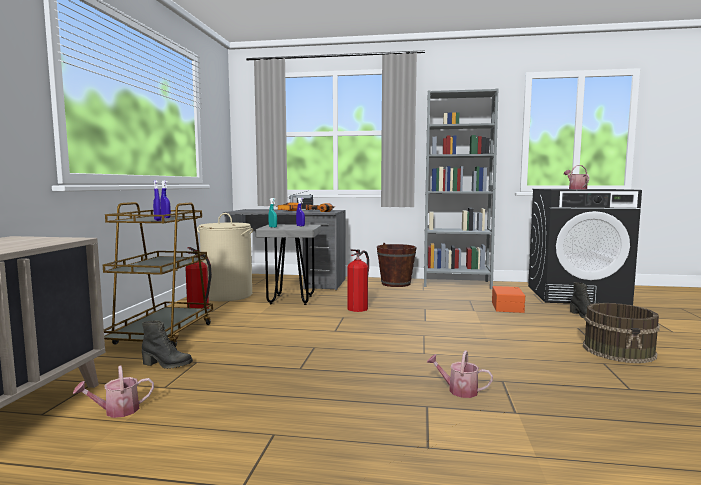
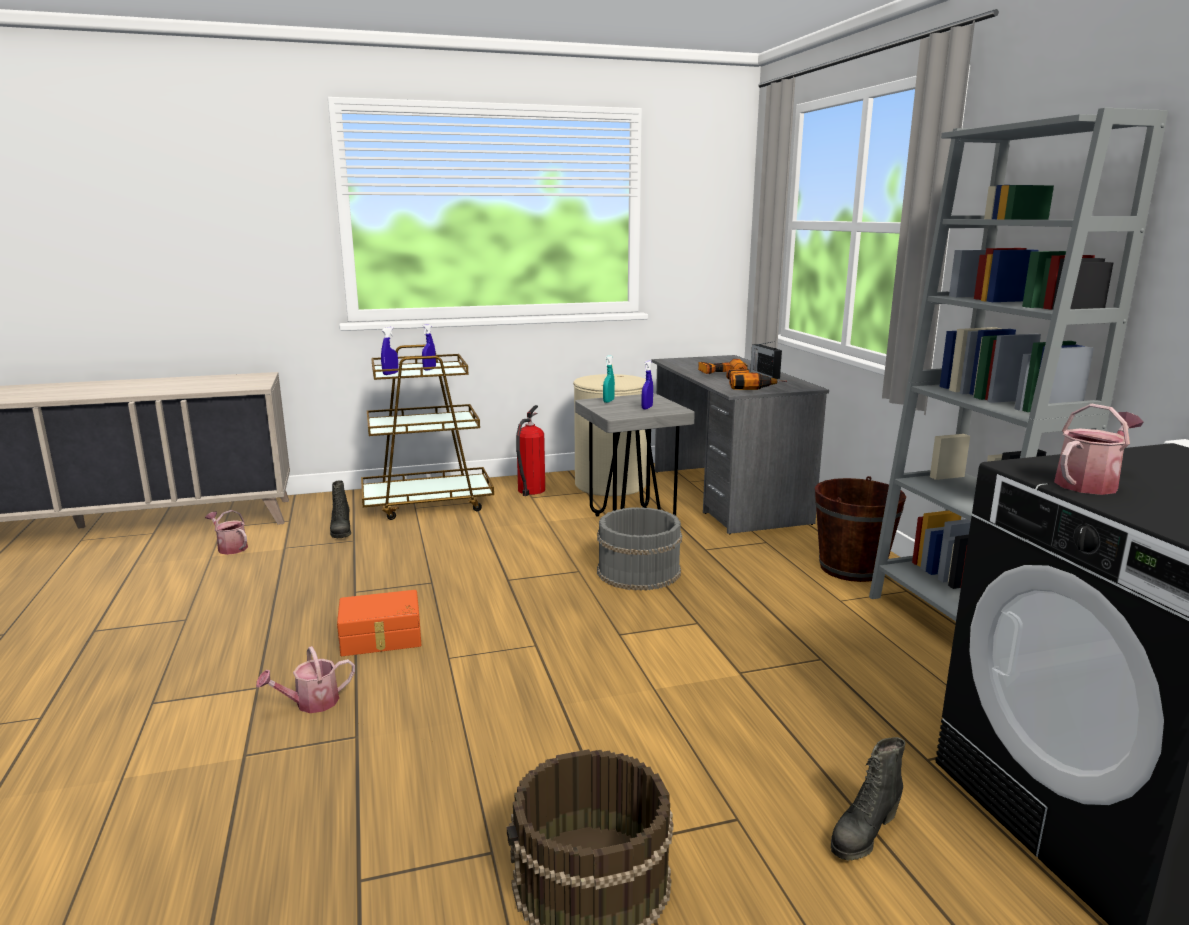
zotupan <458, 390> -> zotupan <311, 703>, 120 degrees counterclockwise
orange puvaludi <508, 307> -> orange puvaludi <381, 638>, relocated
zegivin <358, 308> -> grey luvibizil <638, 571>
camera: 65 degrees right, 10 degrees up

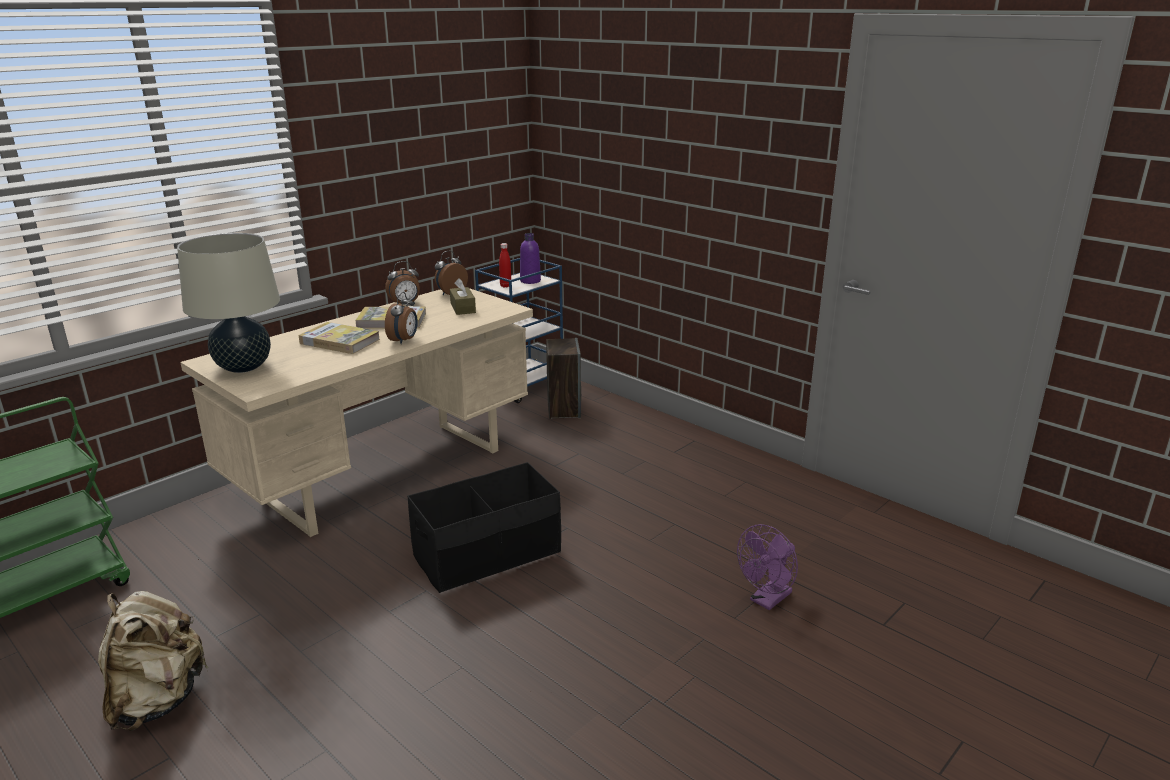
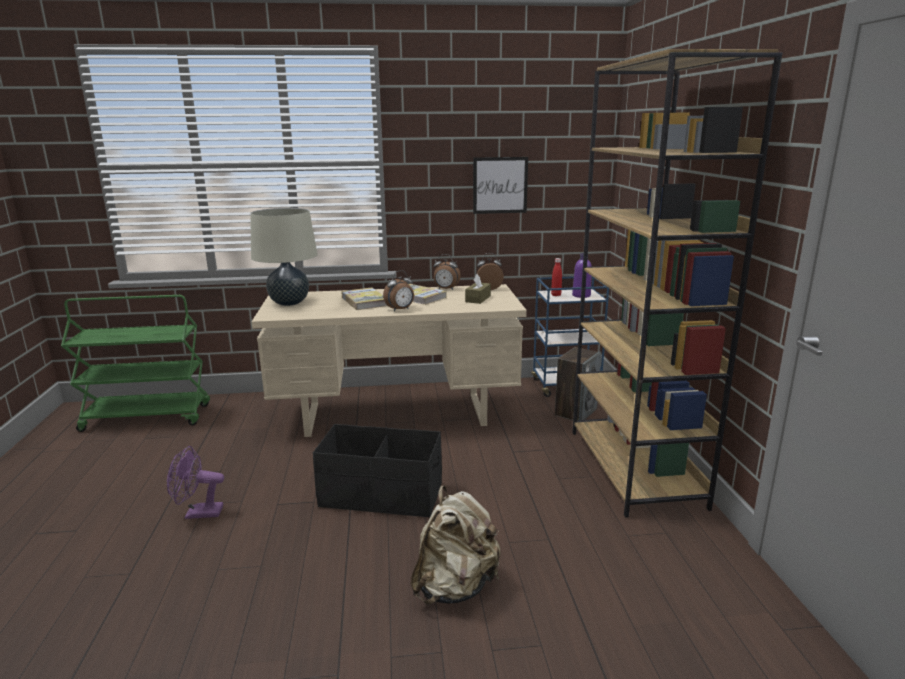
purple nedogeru <767, 600> -> purple nedogeru <198, 513>, relocated
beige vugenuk <158, 700> -> beige vugenuk <455, 587>, relocated
none -> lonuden <500, 185>
none -> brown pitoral <635, 468>
camera: 40 degrees right, 5 degrees down

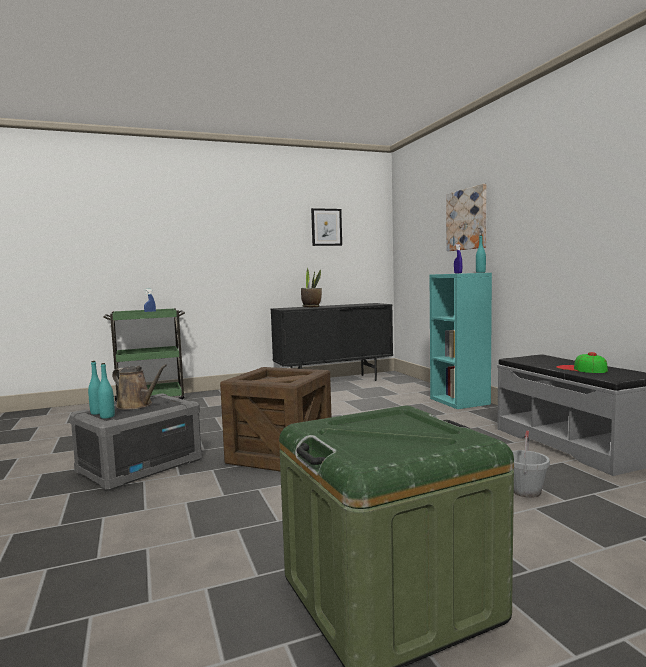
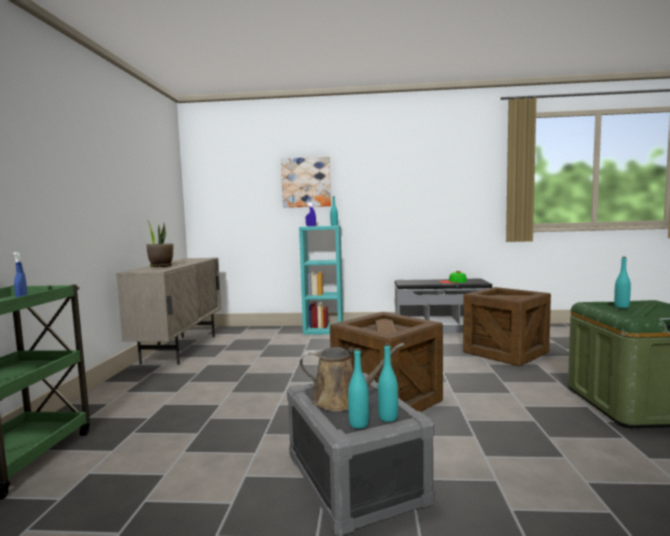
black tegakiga <334, 382> -> beige tegakiga <181, 349>
brown zotupan <137, 405> -> brown zotupan <342, 401>, 45 degrees clockwise
grey luvibizil <526, 491> -> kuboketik <505, 352>
none -> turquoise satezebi <621, 306>
lonuden <326, 227> -> none
camera: 65 degrees left, 0 degrees up

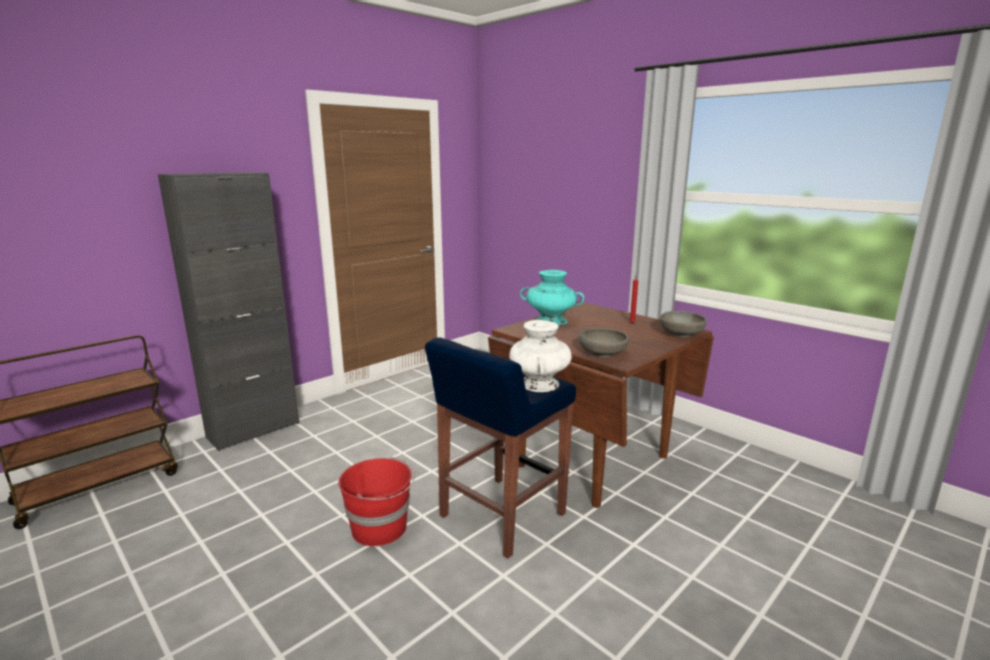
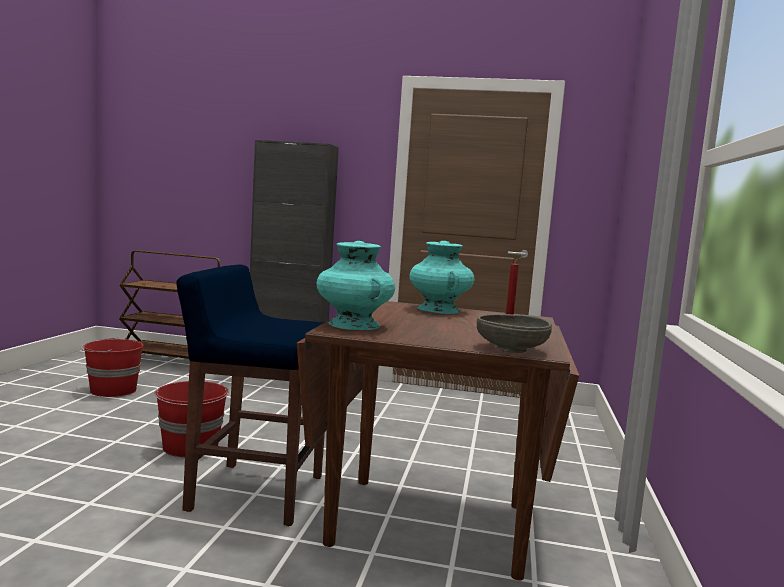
none -> red luvibizil <112, 390>
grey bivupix <602, 354> -> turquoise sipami <354, 325>
white sipami <539, 383> -> none
camera: 55 degrees right, 10 degrees down

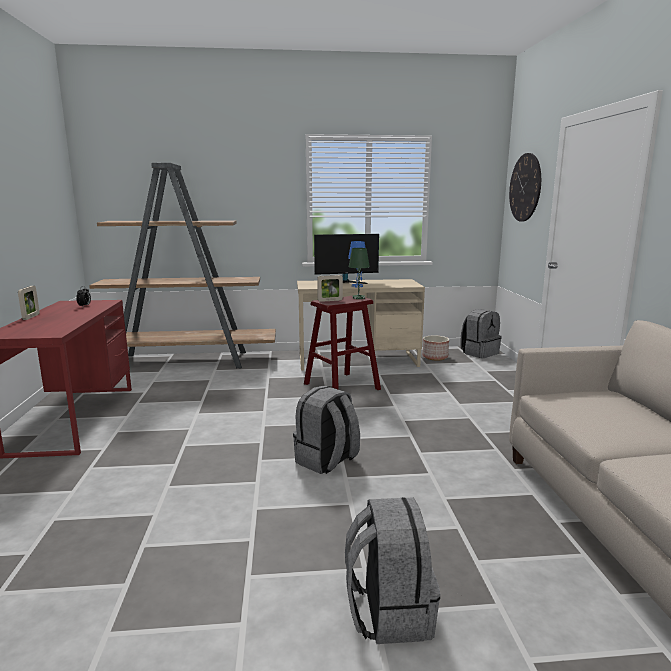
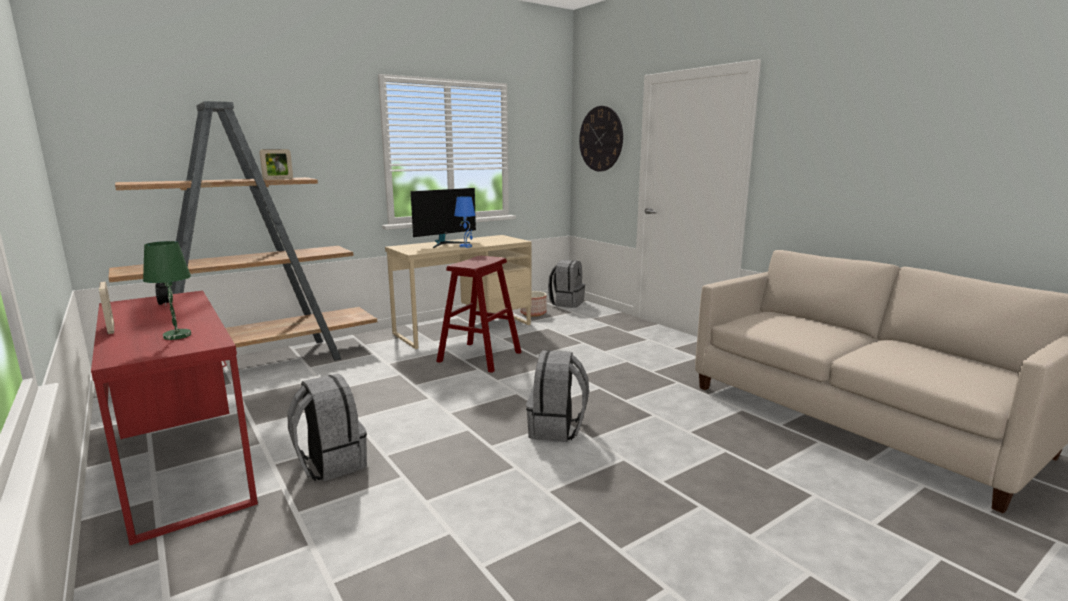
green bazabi <358, 298> -> green bazabi <178, 336>, relocated
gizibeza <330, 300> -> gizibeza <278, 179>, relocated
grey vugenuk <388, 611> -> grey vugenuk <330, 463>, relocated
camera: 30 degrees left, 0 degrees up

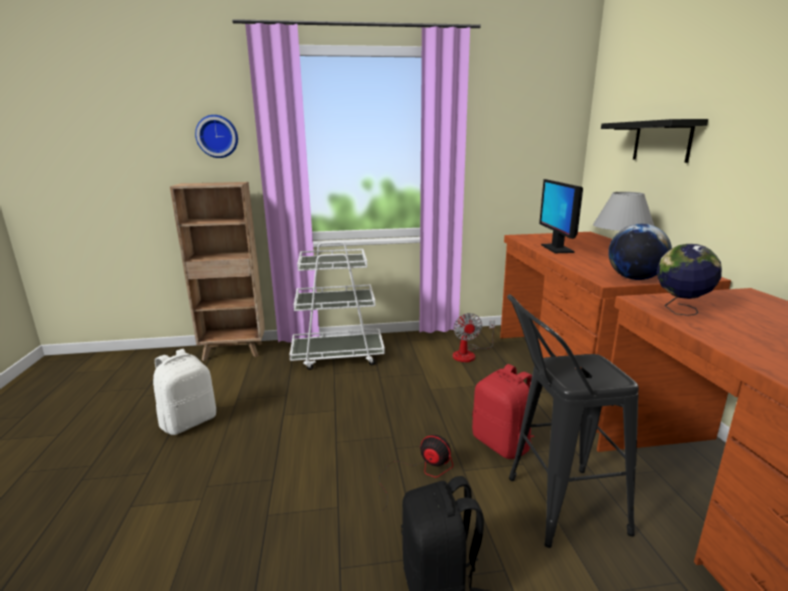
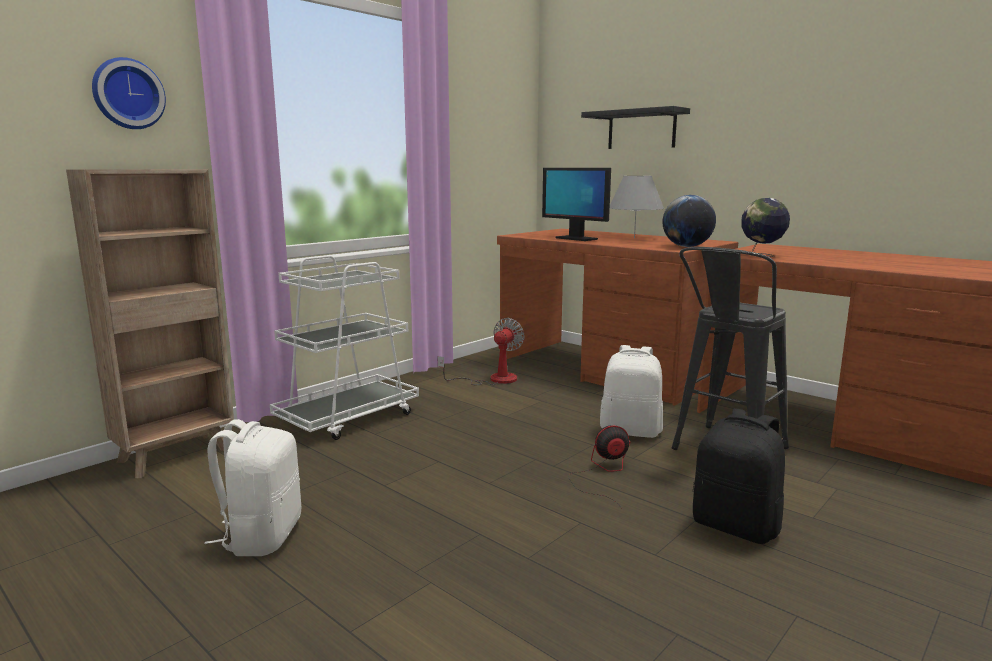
nedogeru <469, 354> -> nedogeru <493, 379>, 105 degrees counterclockwise
red vugenuk <502, 443> -> white vugenuk <631, 431>
camera: 40 degrees left, 5 degrees down

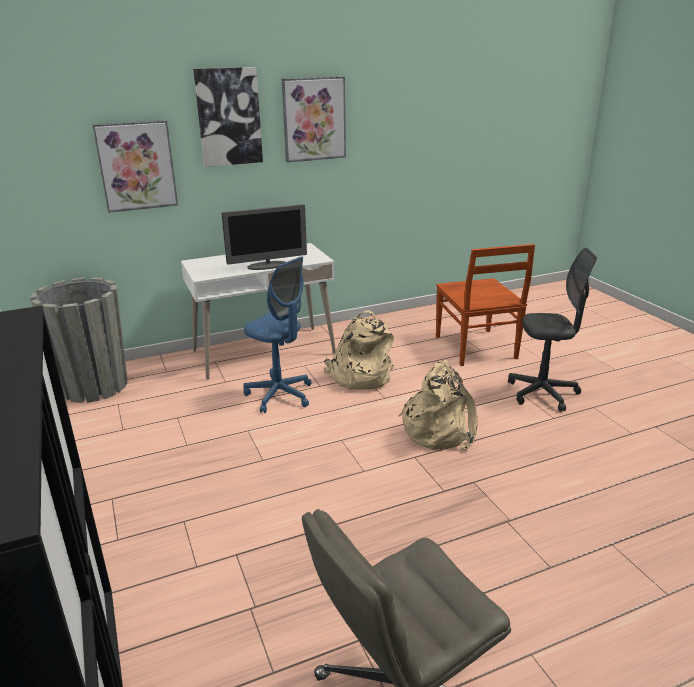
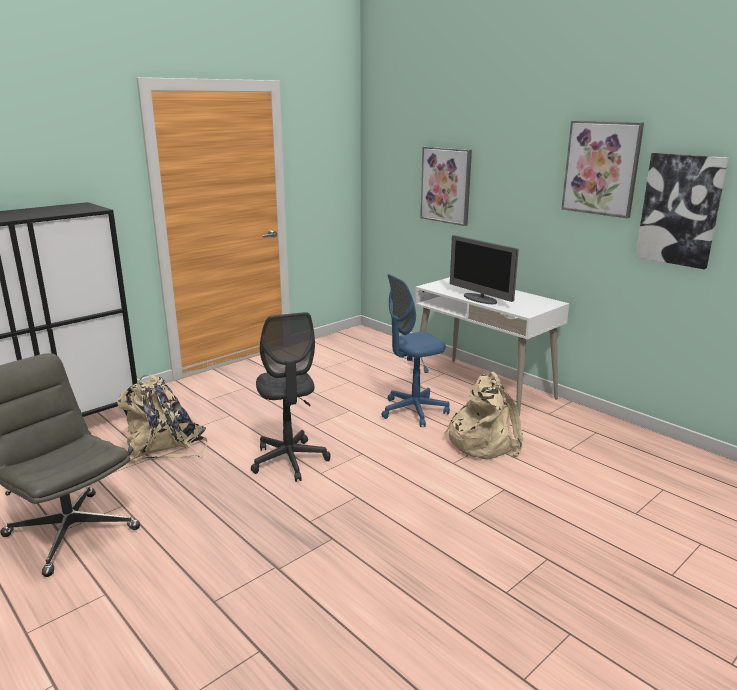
beige vugenuk <439, 430> -> beige vugenuk <165, 446>, relocated
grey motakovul <542, 393> -> grey motakovul <289, 460>, relocated
blue motakovul <280, 395> -> blue motakovul <413, 411>, 45 degrees clockwise
lonuden <228, 117> -> lonuden <680, 210>, relocated
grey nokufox <95, 386> -> none
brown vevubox <476, 348> -> none
camera: 70 degrees right, 5 degrees down

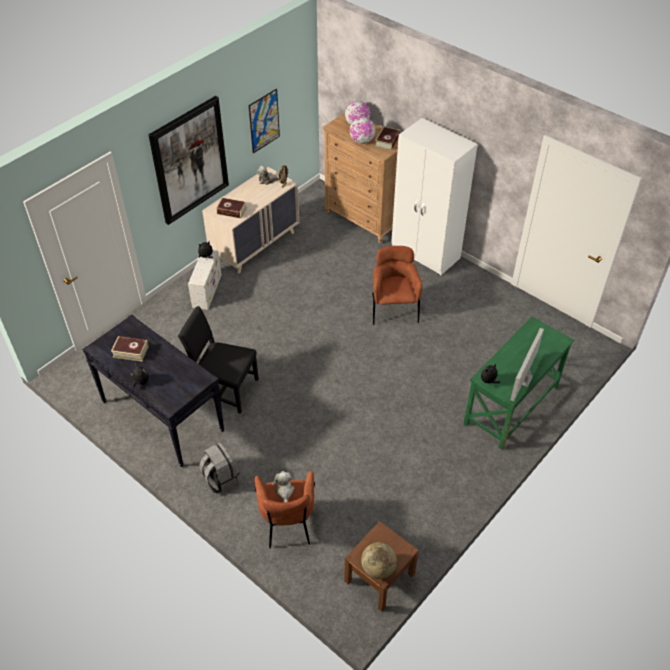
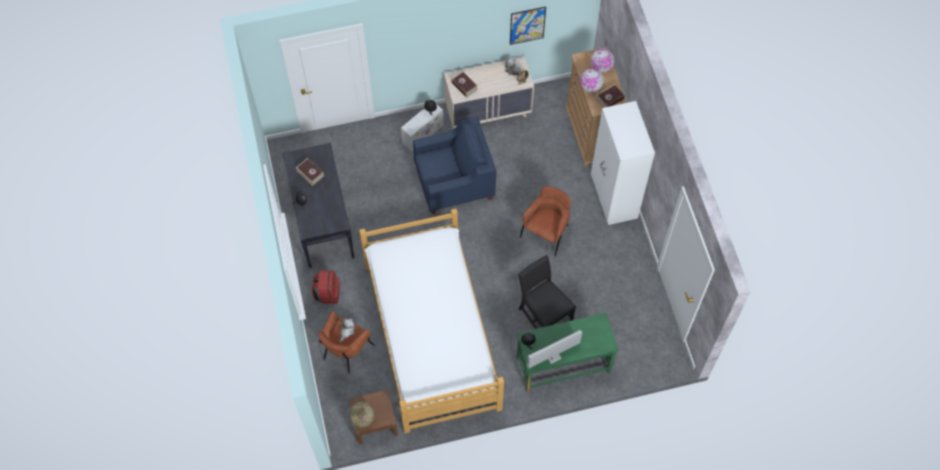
grey vugenuk <221, 479> -> red vugenuk <327, 293>
none -> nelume <431, 336>
none -> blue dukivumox <454, 183>
black vevubox <224, 388> -> black vevubox <543, 314>, relocated
lonuden <190, 160> -> none
camera: 35 degrees right, 15 degrees up

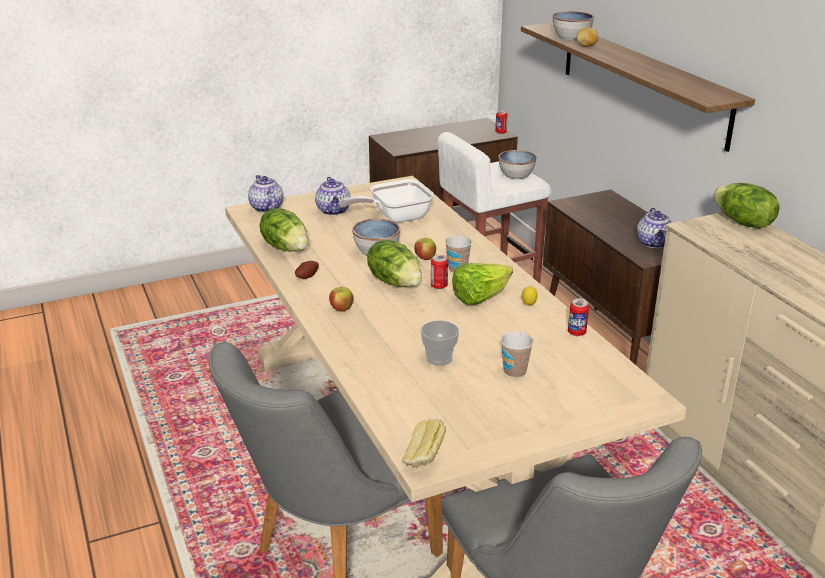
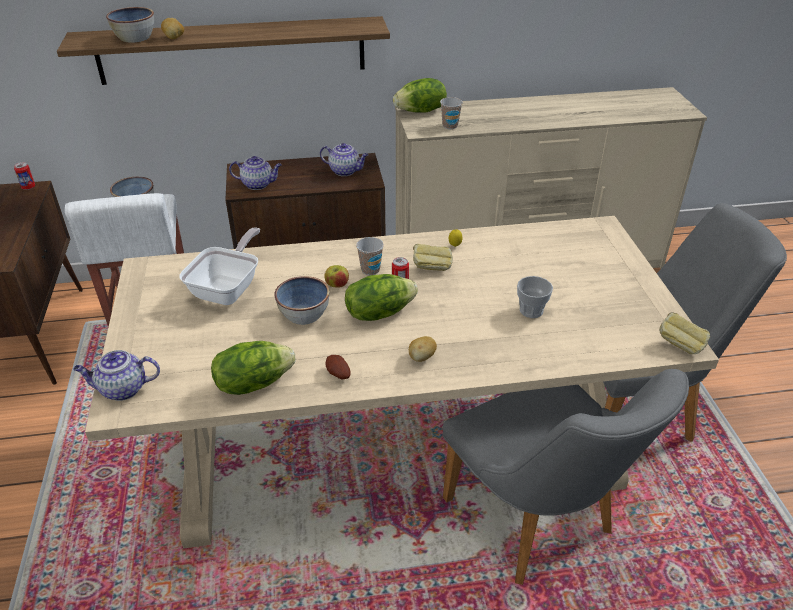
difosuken <395, 217> -> difosuken <229, 289>, 150 degrees counterclockwise
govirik <334, 211> -> govirik <258, 184>, relocated
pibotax <341, 309> -> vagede <422, 357>
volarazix <480, 297> -> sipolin <431, 268>
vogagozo <515, 371> -> vogagozo <450, 126>, relocated
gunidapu <576, 332> -> none
camera: 75 degrees left, 10 degrees up

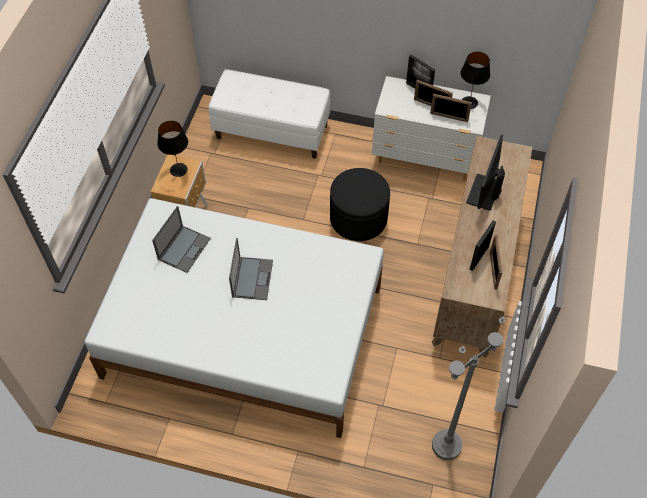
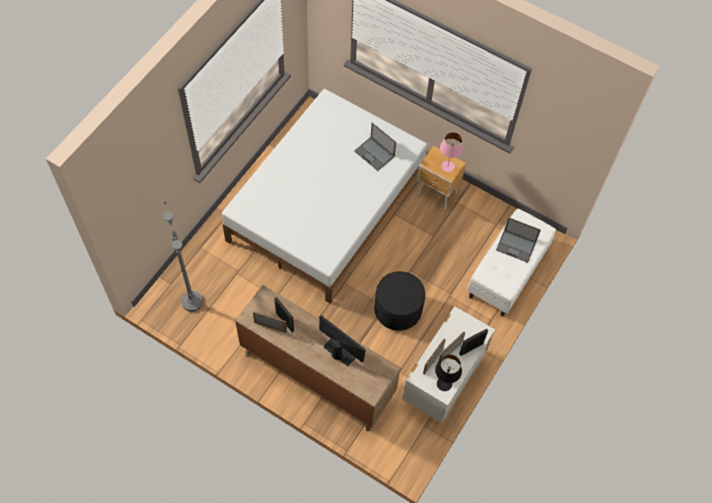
black bazabi <179, 170> -> pink bazabi <447, 166>
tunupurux <252, 278> -> tunupurux <516, 246>, relocated
camera: 105 degrees right, 5 degrees up

